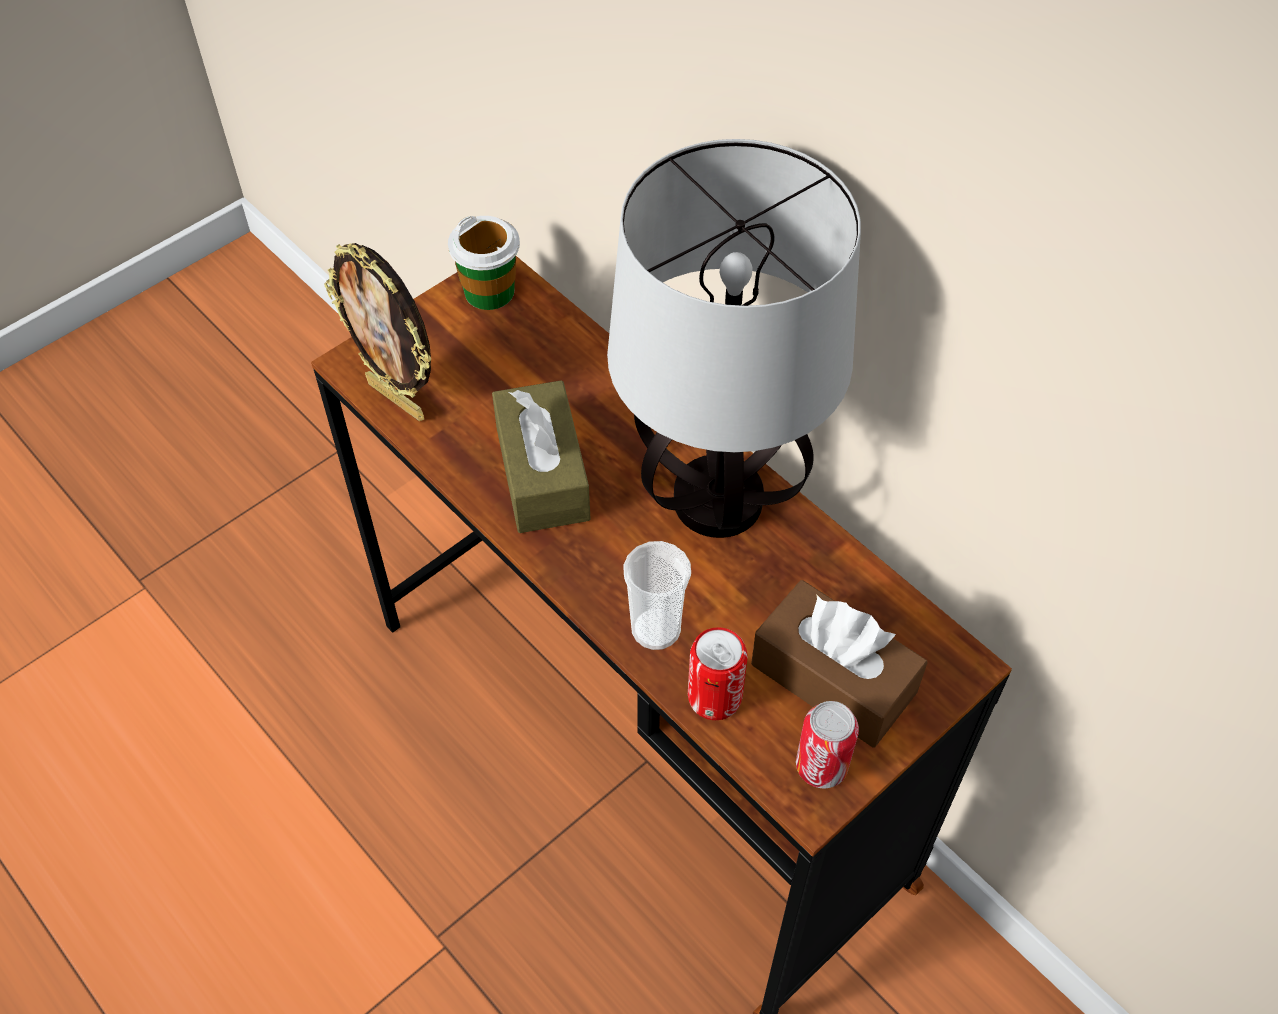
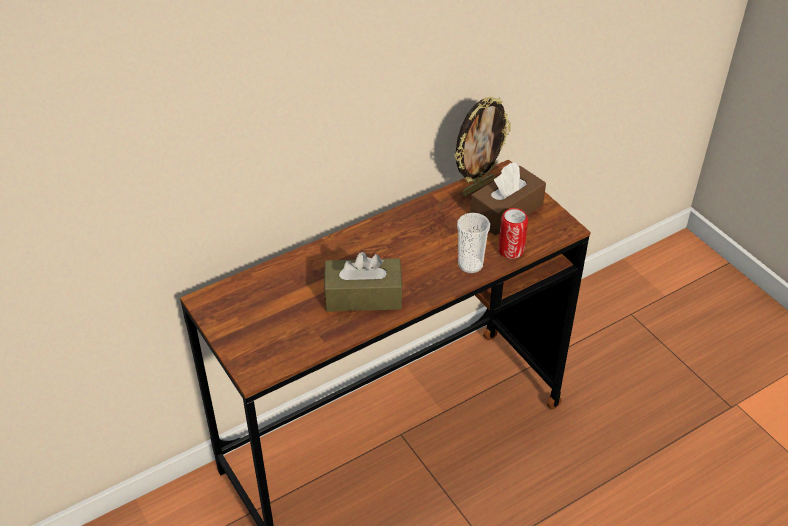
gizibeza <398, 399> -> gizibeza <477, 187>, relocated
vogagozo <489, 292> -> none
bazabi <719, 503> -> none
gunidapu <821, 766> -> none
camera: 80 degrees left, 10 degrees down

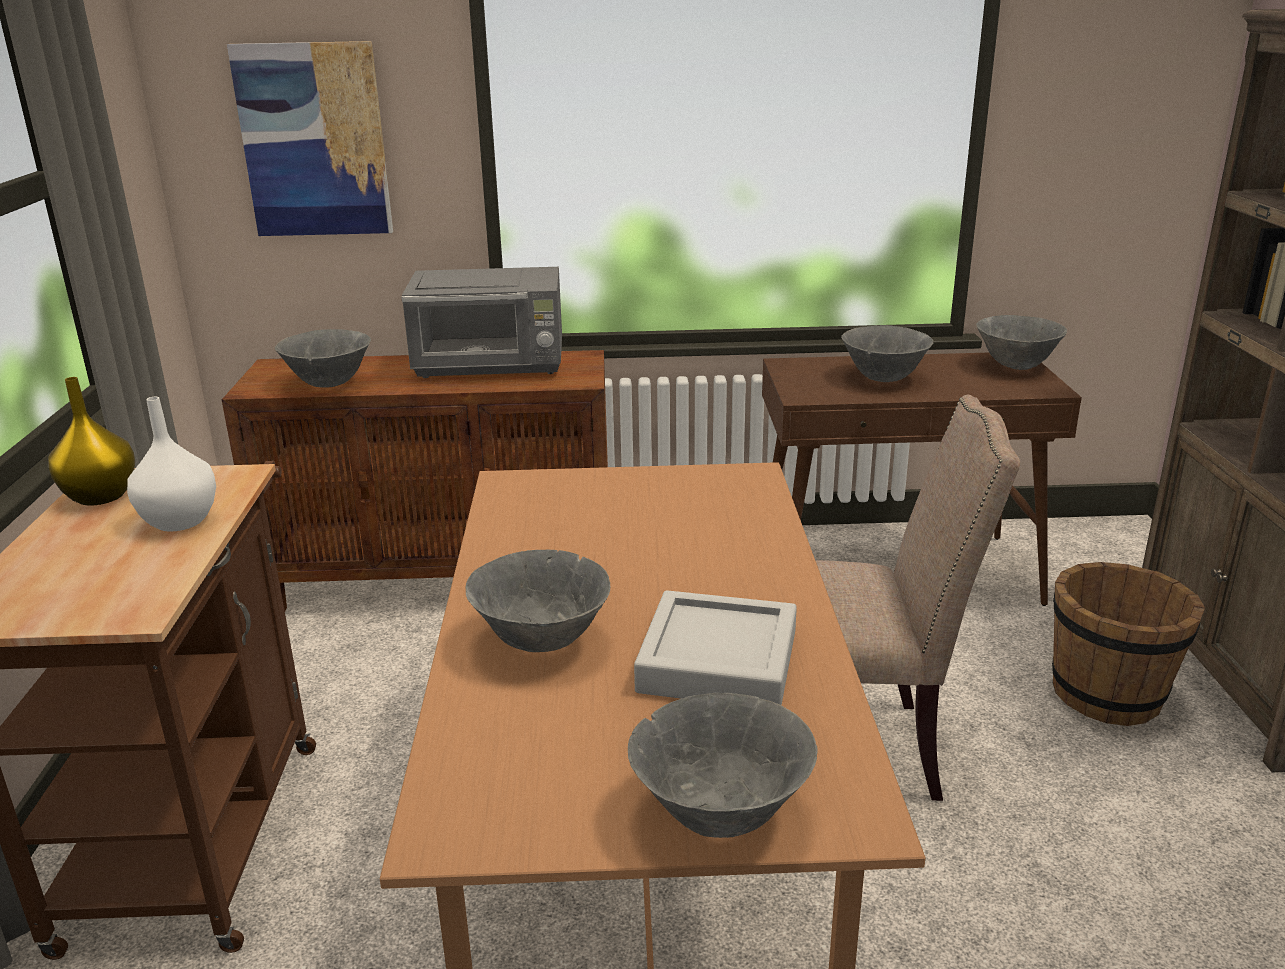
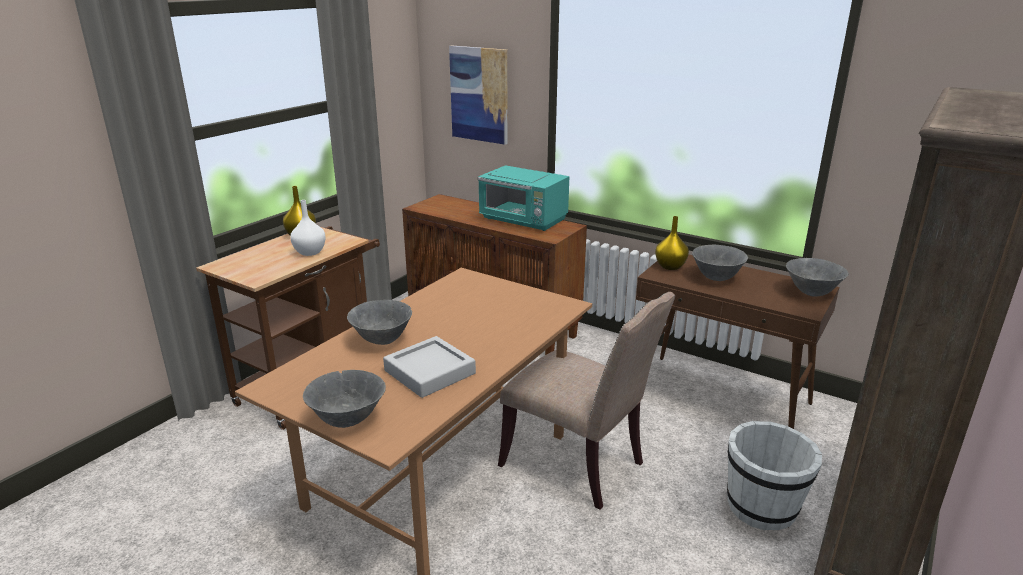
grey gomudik <492, 366> -> turquoise gomudik <524, 220>
none -> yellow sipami <670, 267>
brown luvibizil <1108, 694> -> white luvibizil <762, 507>
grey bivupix <329, 384> -> none
camera: 35 degrees right, 0 degrees up

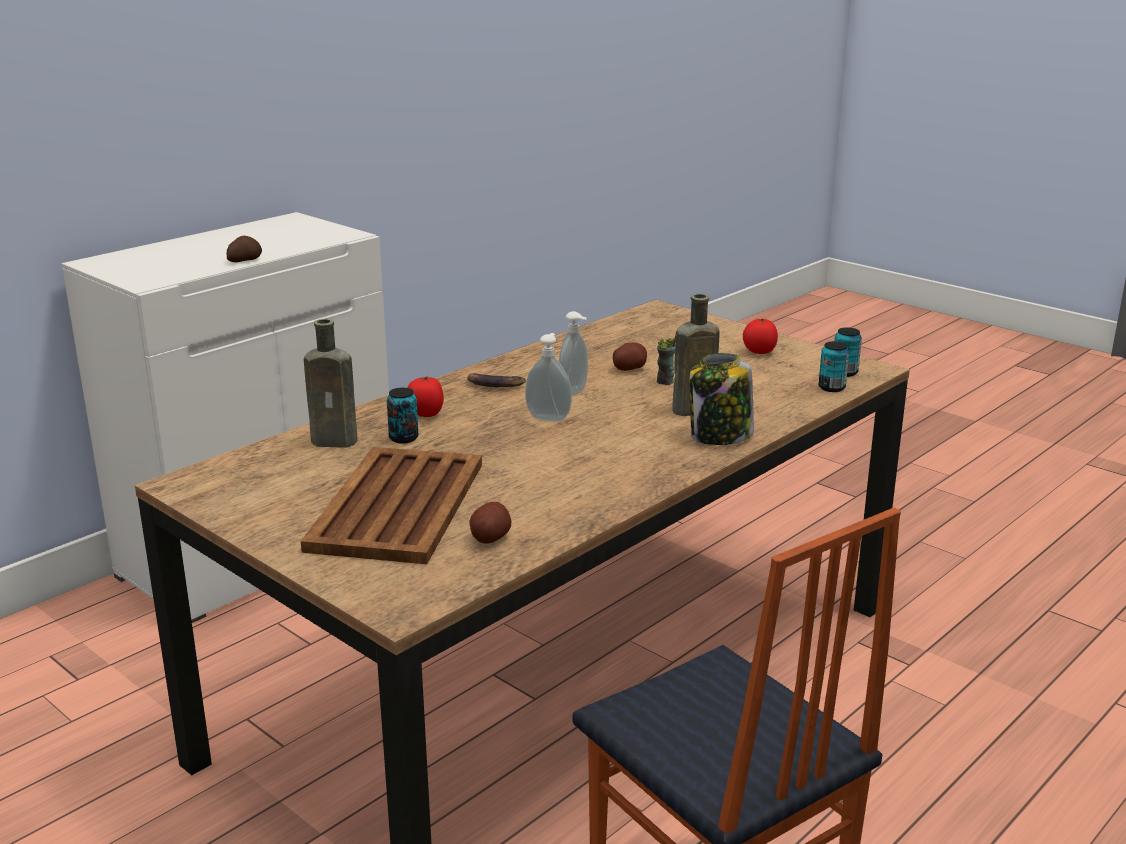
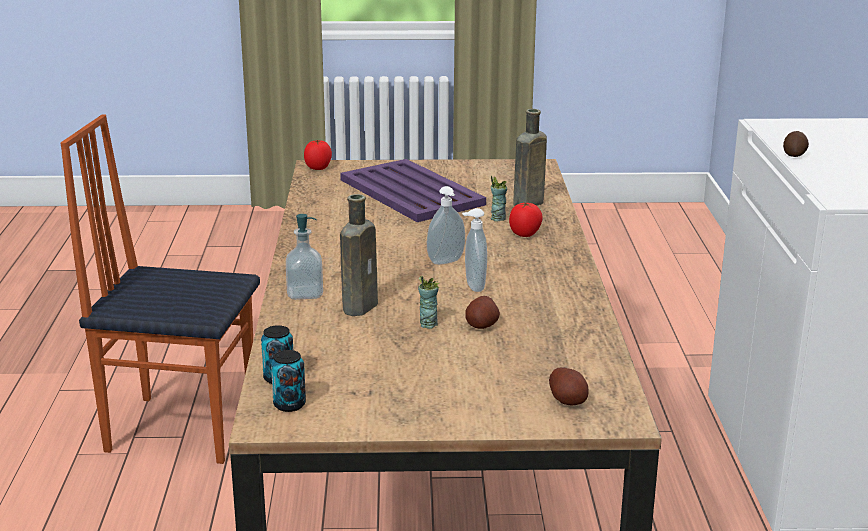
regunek <720, 436> -> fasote <305, 293>
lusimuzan <758, 352> -> lusimuzan <318, 168>, relocated
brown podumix <396, 507> -> purple podumix <410, 191>
gunidapu <403, 438> -> vogagozo <498, 218>
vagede <490, 537> -> vagede <568, 400>, relocated
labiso <494, 384> -> none
camera: 135 degrees right, 0 degrees up

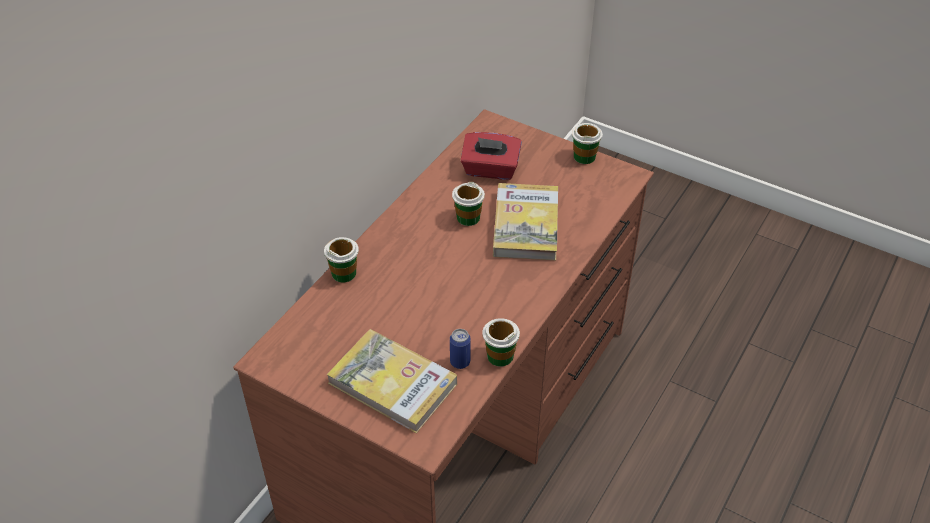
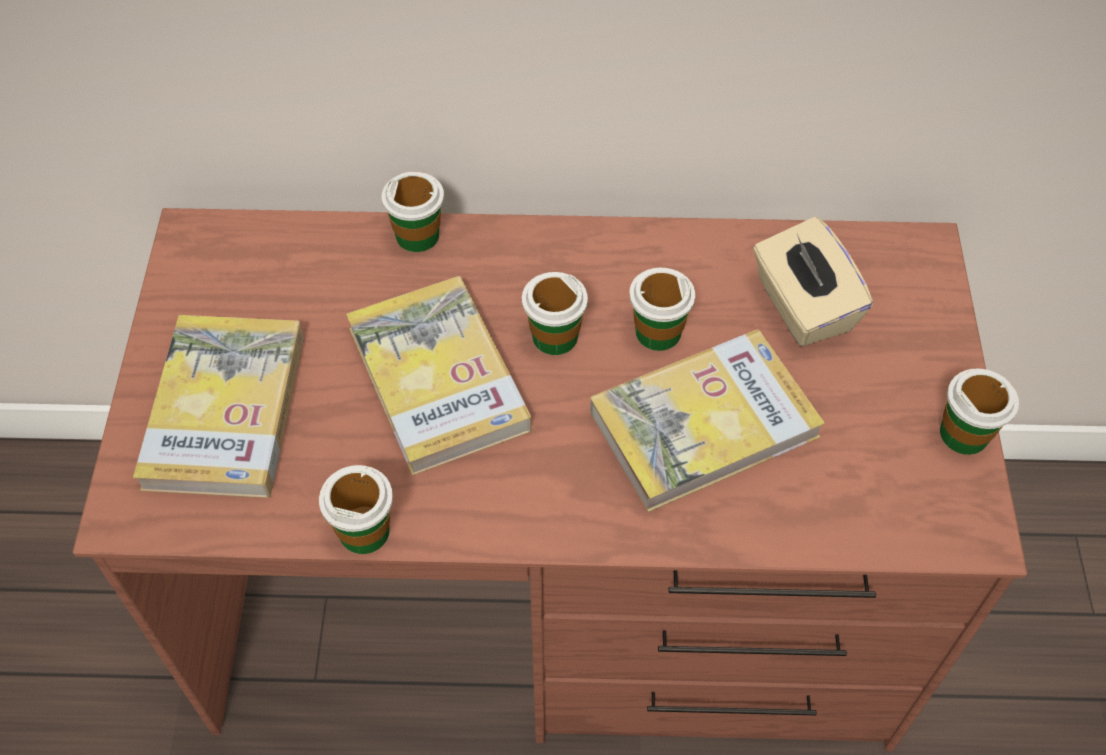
none -> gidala <438, 379>
none -> vogagozo <554, 336>
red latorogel <490, 170> -> beige latorogel <802, 306>
gunidapu <460, 362> -> none
camera: 60 degrees right, 10 degrees up

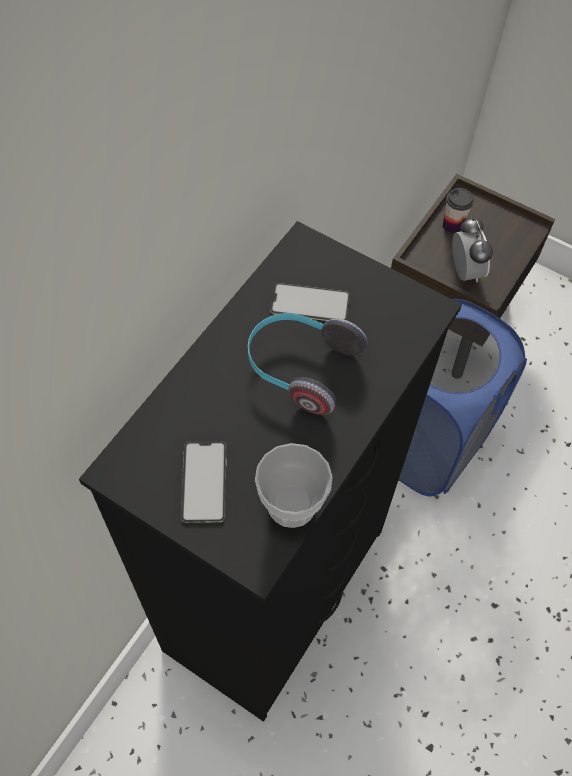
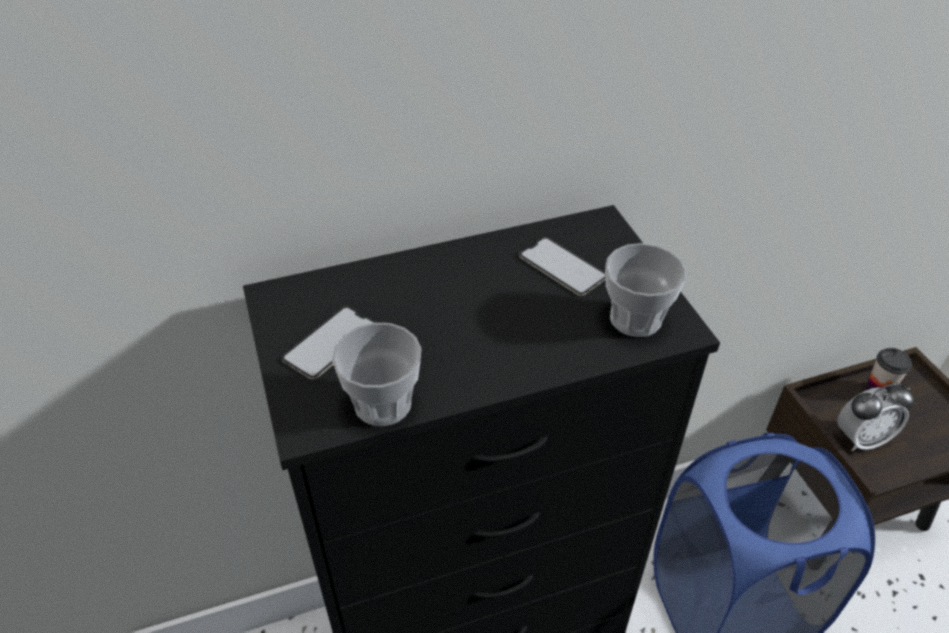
none -> vogagozo <635, 319>
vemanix <465, 272> -> vemanix <861, 439>, 45 degrees clockwise
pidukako <300, 367> -> none
camera: 40 degrees right, 15 degrees down

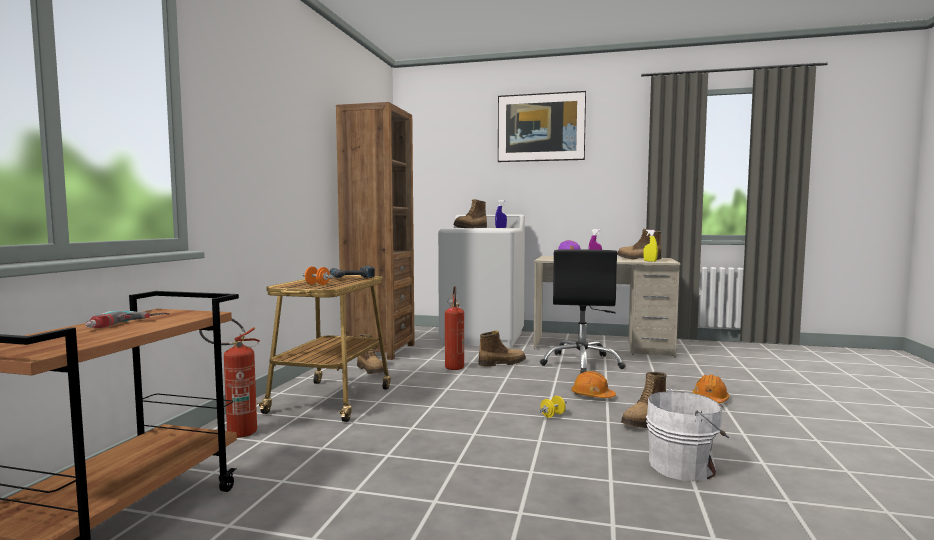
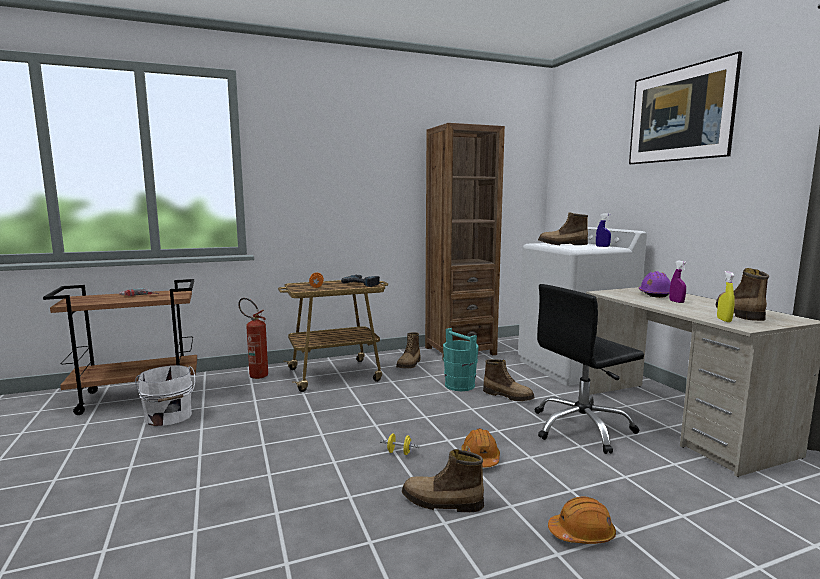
white luvibizil <685, 466> -> white luvibizil <168, 417>, relocated
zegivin <454, 369> -> turquoise luvibizil <459, 385>
camera: 55 degrees right, 5 degrees up

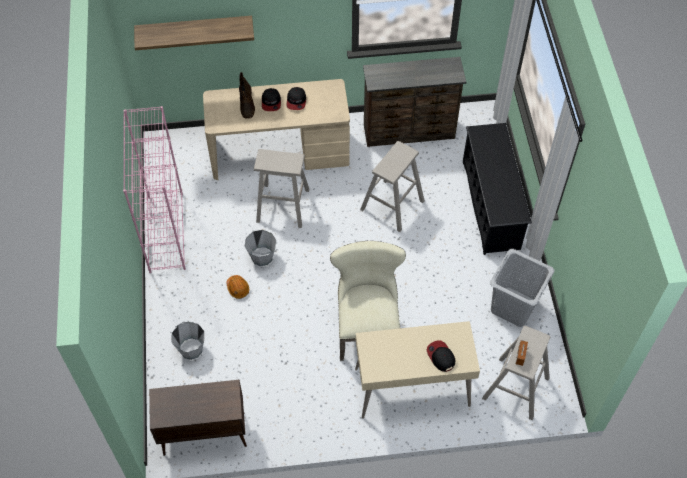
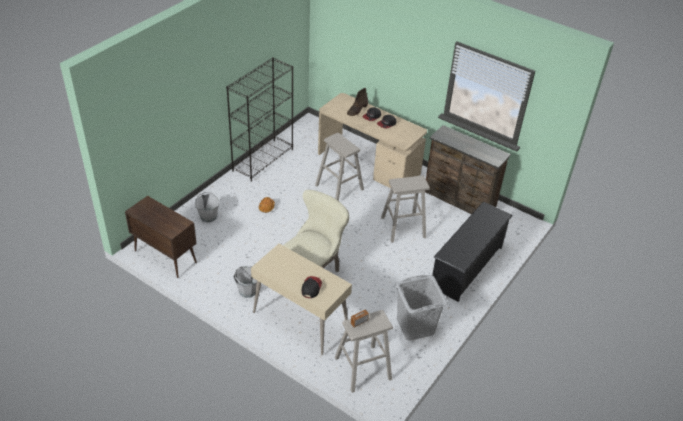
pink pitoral <166, 232> -> black pitoral <263, 160>
grey luvibizil <262, 257> -> grey luvibizil <247, 290>, relocated
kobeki <194, 29> -> none
camera: 40 degrees right, 15 degrees down

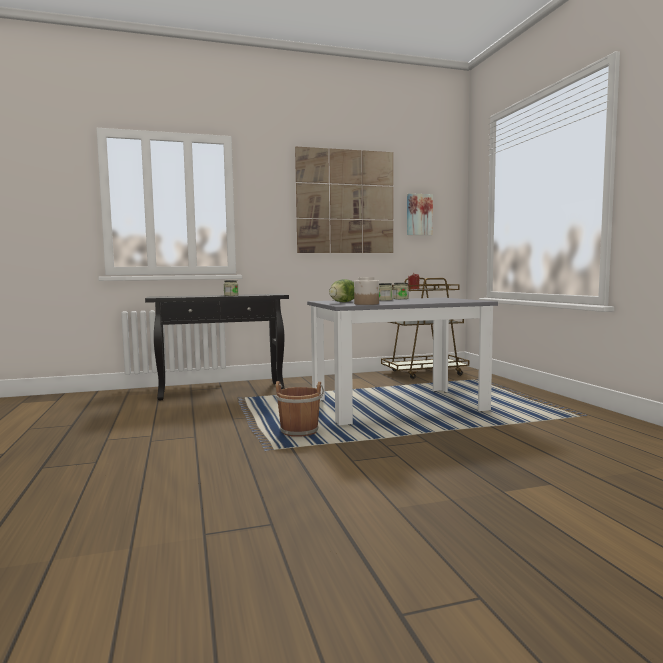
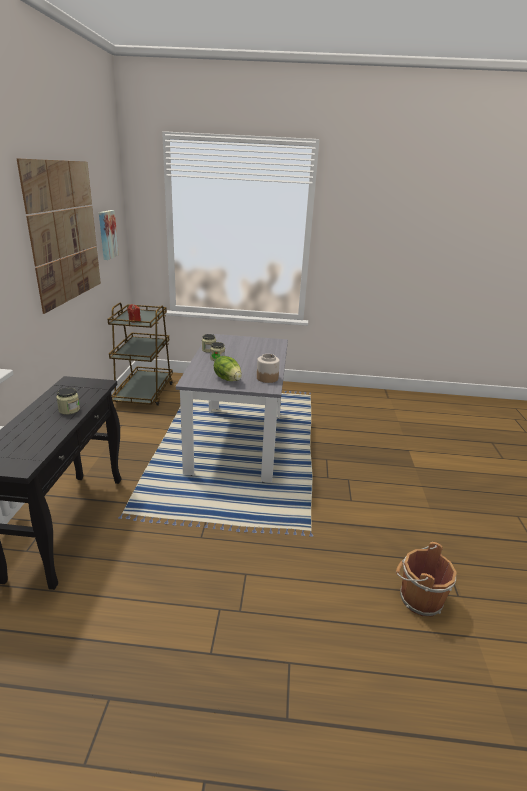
brown luvibizil <299, 431> -> brown luvibizil <418, 599>, relocated
camera: 70 degrees left, 20 degrees up

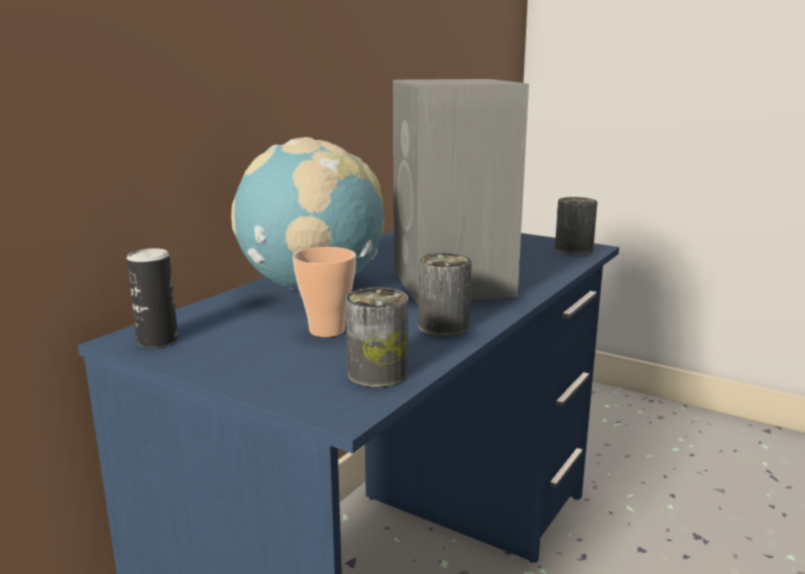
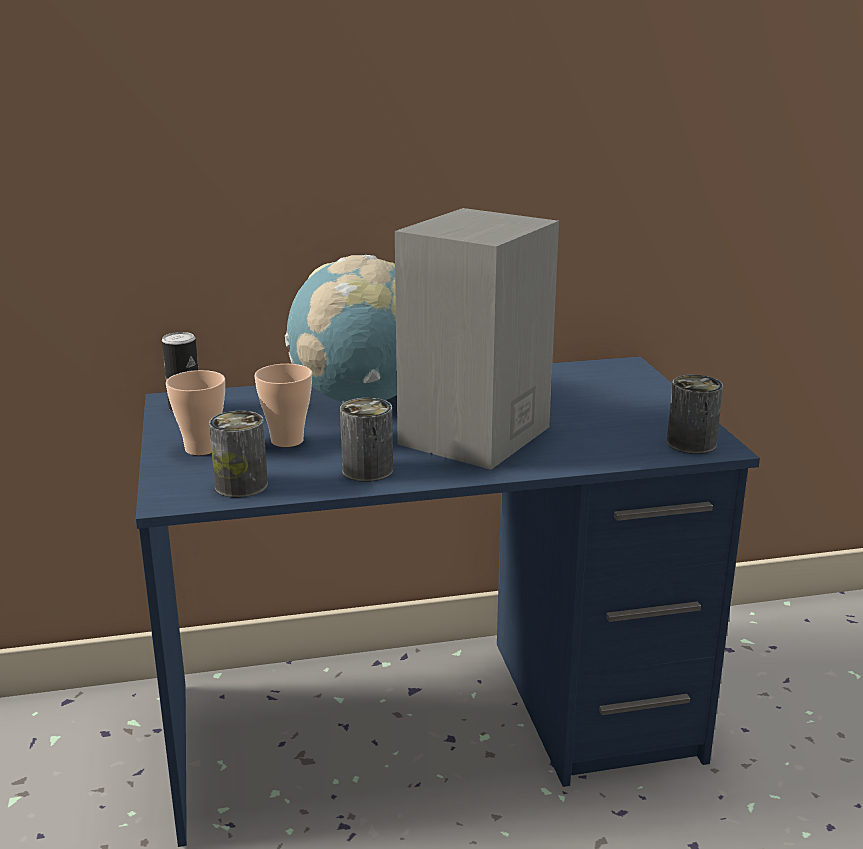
none -> vogagozo <201, 448>
camera: 45 degrees right, 5 degrees up

